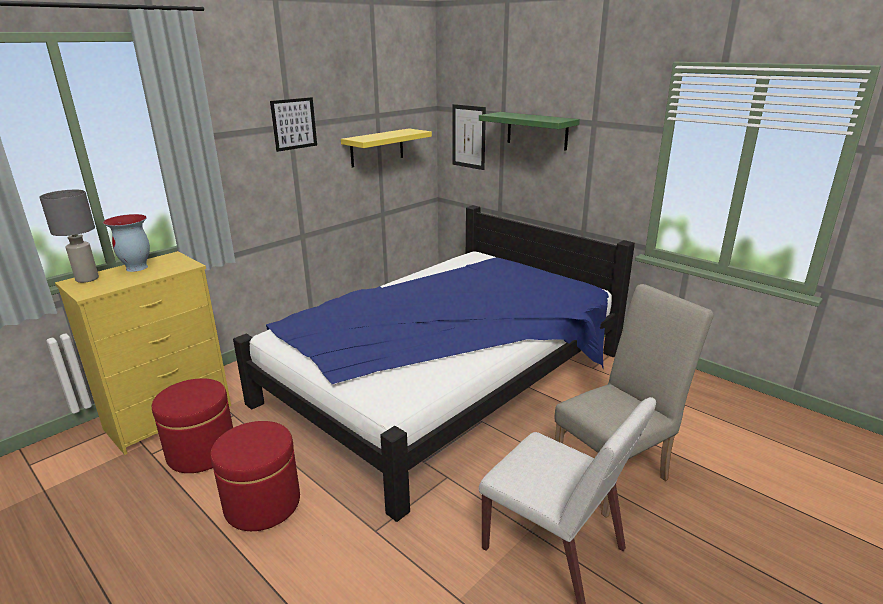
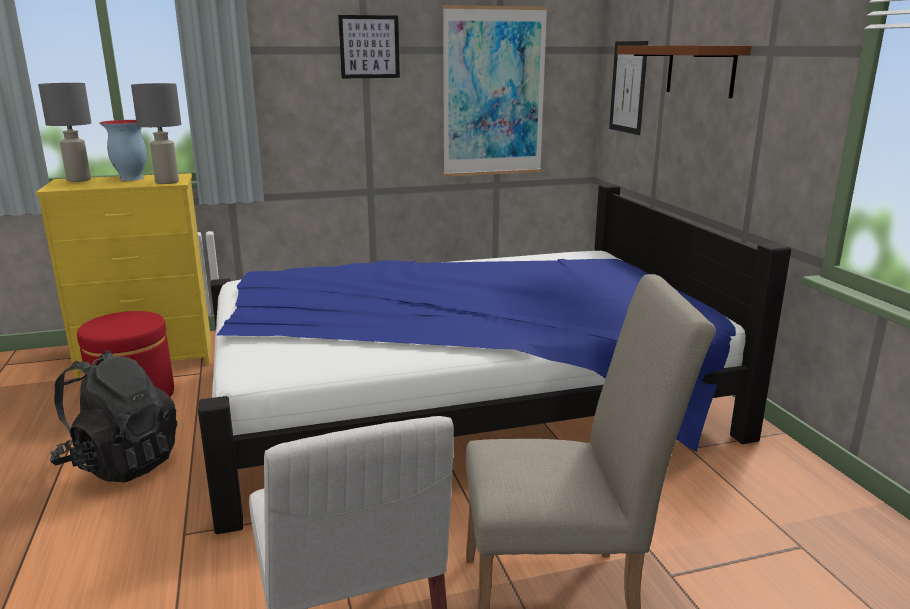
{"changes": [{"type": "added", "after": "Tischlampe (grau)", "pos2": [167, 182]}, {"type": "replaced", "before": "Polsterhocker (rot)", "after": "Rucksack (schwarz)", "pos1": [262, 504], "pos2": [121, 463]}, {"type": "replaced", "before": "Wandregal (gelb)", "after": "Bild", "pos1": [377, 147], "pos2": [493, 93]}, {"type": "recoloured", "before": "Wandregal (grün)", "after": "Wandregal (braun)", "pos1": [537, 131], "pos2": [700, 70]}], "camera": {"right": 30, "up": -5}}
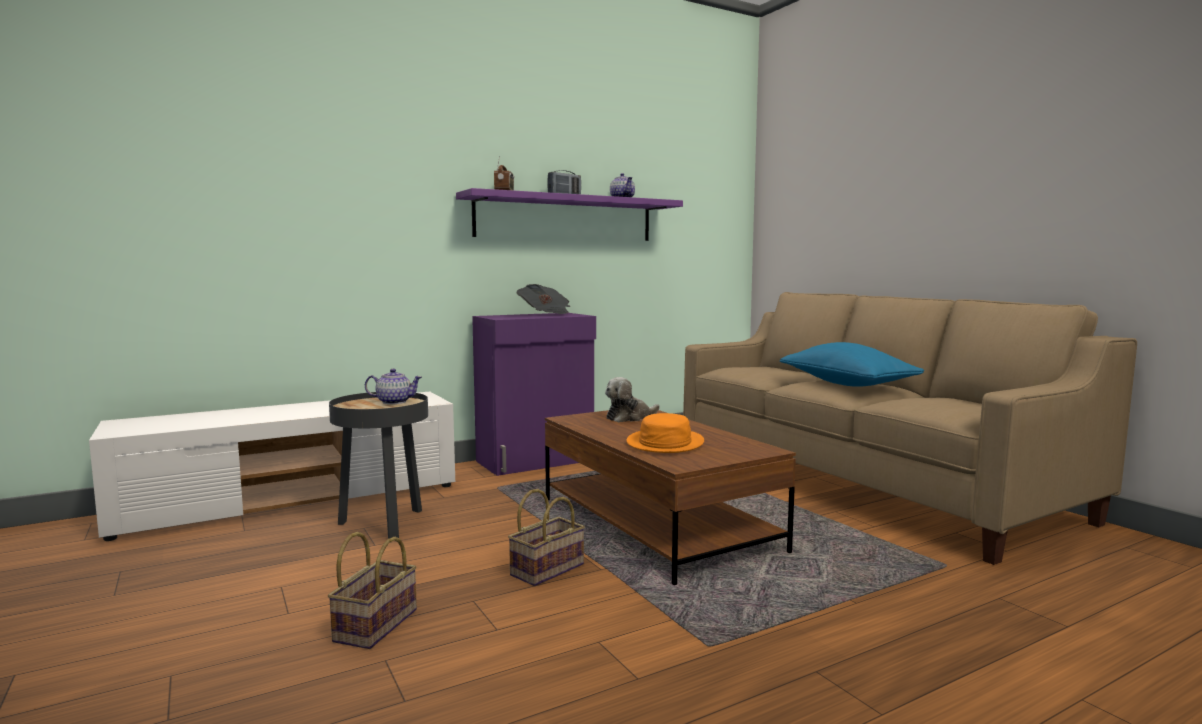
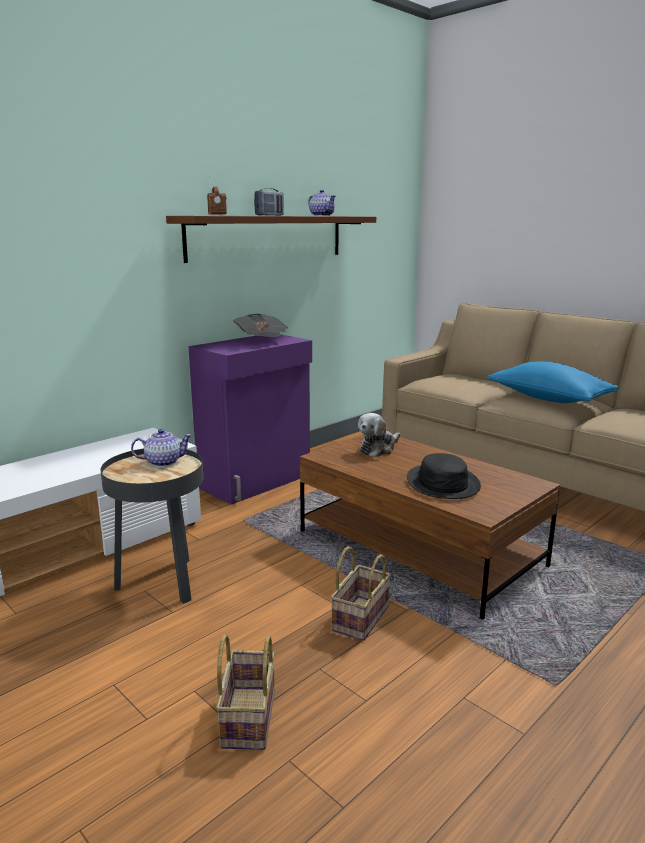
{"changes": [{"type": "recoloured", "before": "Wandregal (lila)", "after": "Wandregal (braun)", "pos1": [566, 218], "pos2": [268, 237]}, {"type": "recoloured", "before": "Hut (orange)", "after": "Hut (schwarz)", "pos1": [664, 443], "pos2": [442, 483]}], "camera": {"right": -15, "up": 10}}
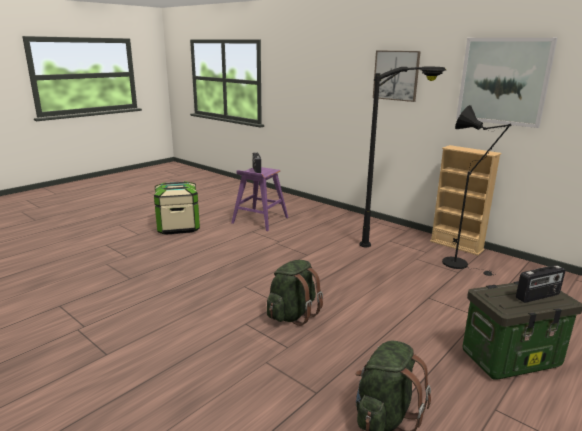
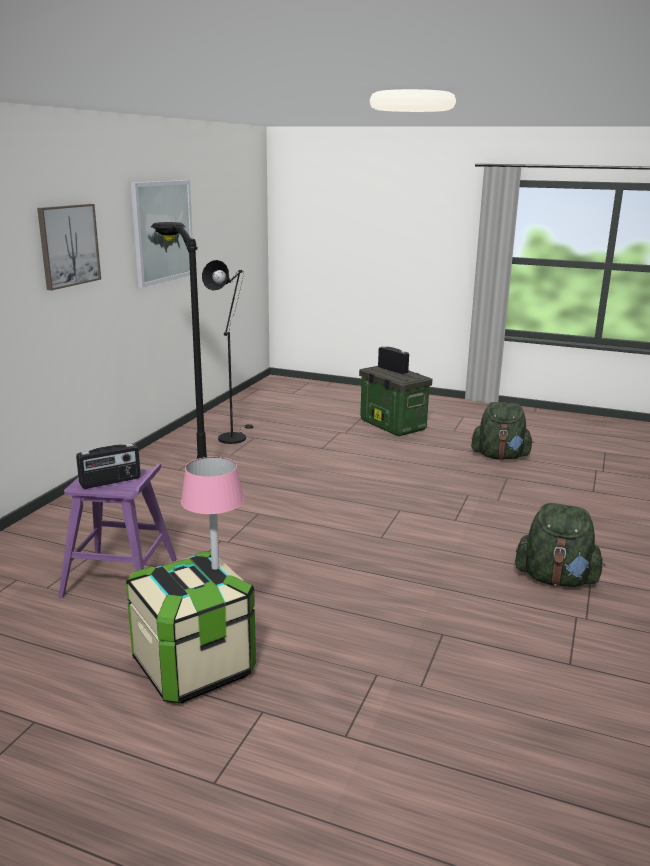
{"changes": [{"type": "removed", "before": "Bücherregal (beige)", "pos1": [456, 245]}, {"type": "added", "after": "Tischlampe (rosa)", "pos2": [215, 567]}, {"type": "moved", "before": "Rucksack (grün)", "pos1": [292, 315], "pos2": [556, 579]}], "camera": {"right": -110, "up": 0}}
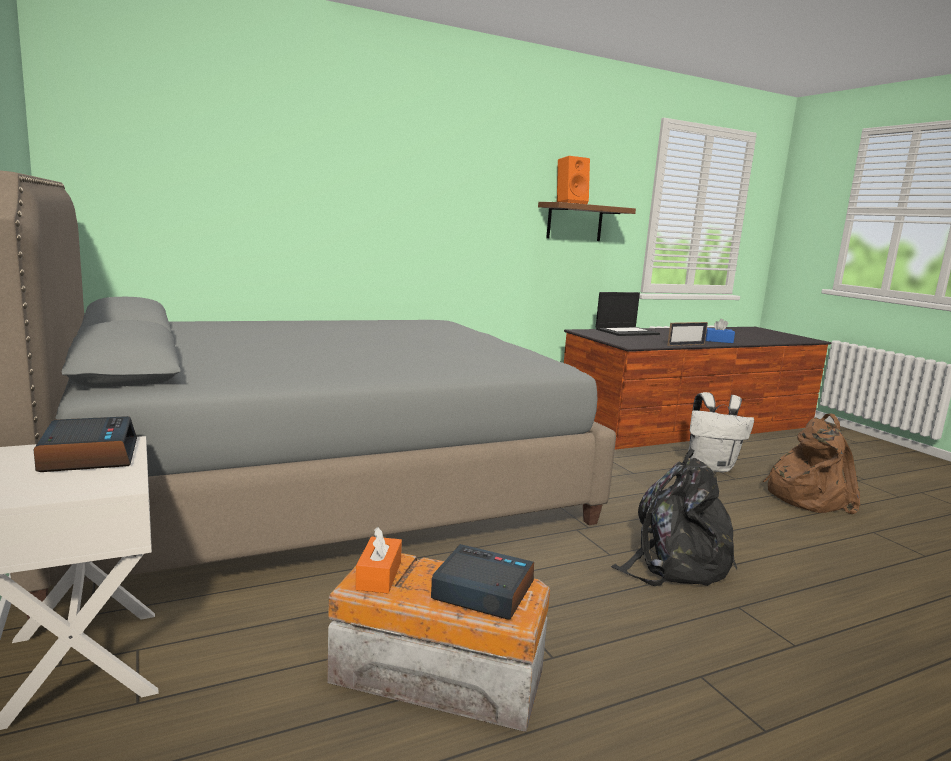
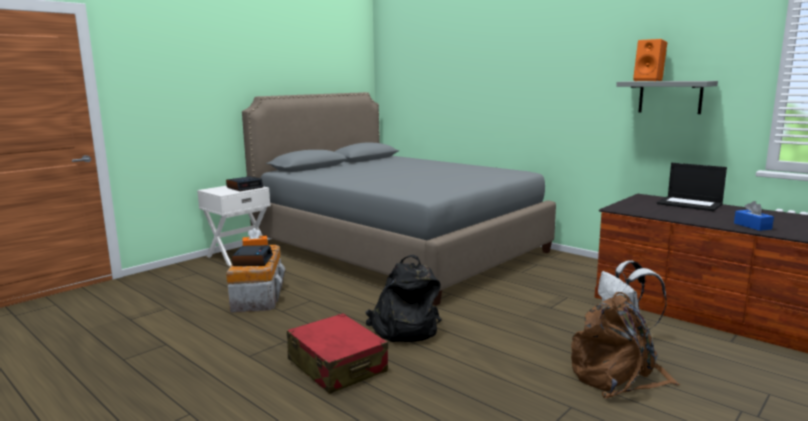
{"changes": [{"type": "removed", "before": "Bilderrahmen", "pos1": [686, 345]}, {"type": "added", "after": "Koffer (rot)", "pos2": [337, 366]}, {"type": "recoloured", "before": "Wandregal (braun)", "after": "Wandregal (grau)", "pos1": [574, 222], "pos2": [670, 97]}], "camera": {"right": 70, "up": 0}}
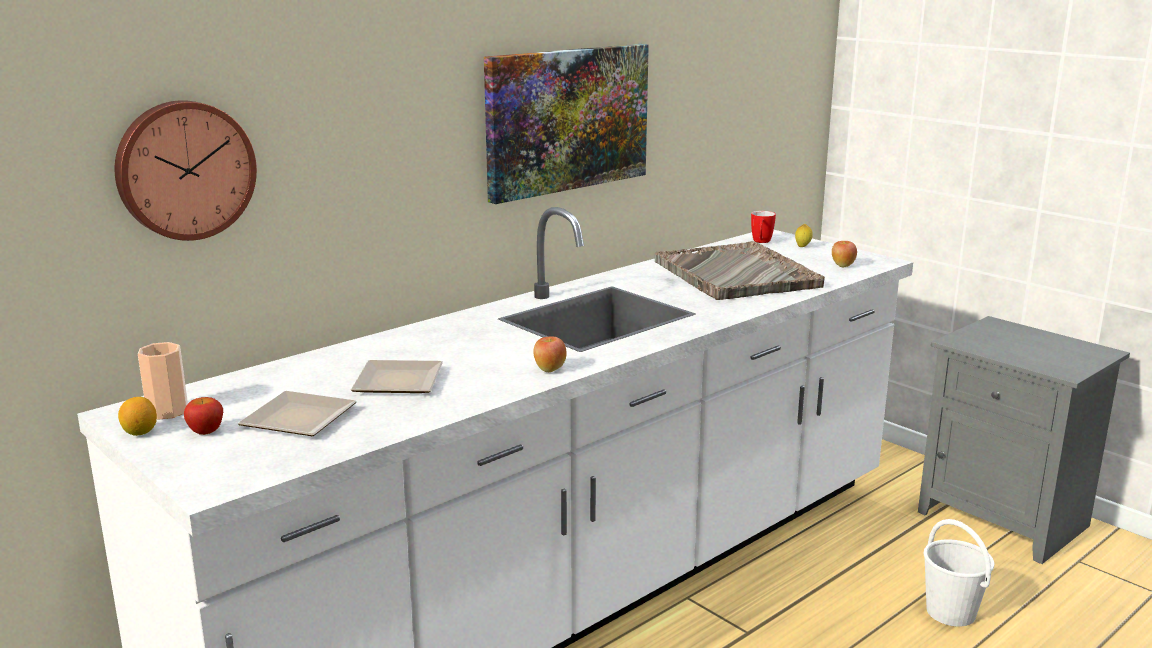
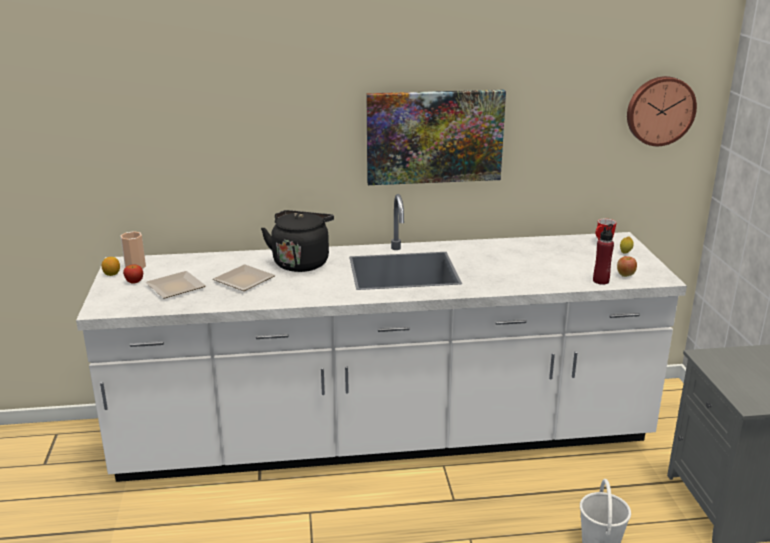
{"changes": [{"type": "removed", "before": "Apfel", "pos1": [549, 369]}, {"type": "removed", "before": "Tablett (grau)", "pos1": [736, 274]}, {"type": "added", "after": "Wasserkessel (schwarz)", "pos2": [301, 262]}, {"type": "added", "after": "Flasche (rot)", "pos2": [601, 281]}, {"type": "moved", "before": "Wanduhr", "pos1": [184, 169], "pos2": [659, 110]}], "camera": {"right": 35, "up": 5}}
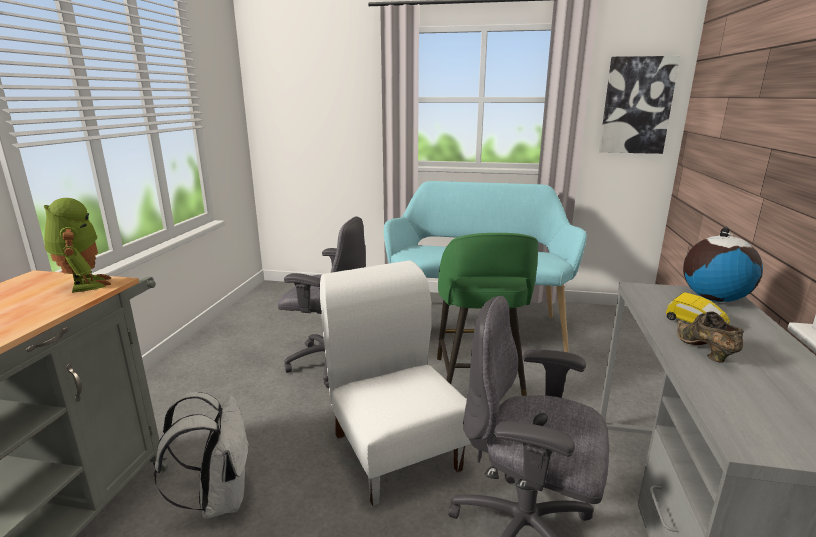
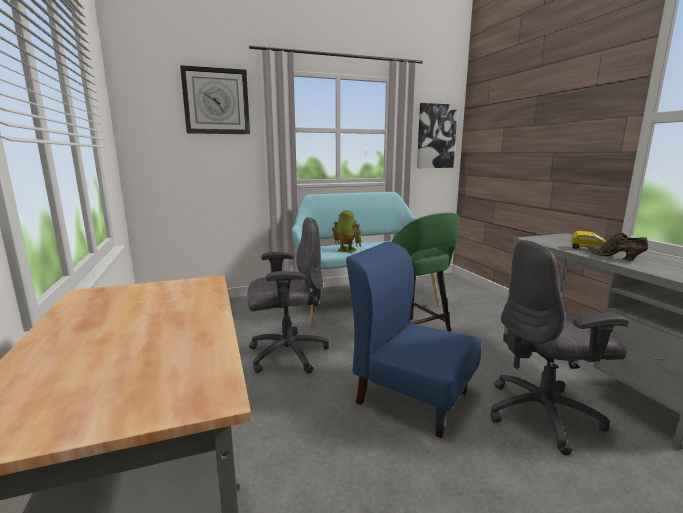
{"changes": [{"type": "removed", "before": "Rucksack (weiß)", "pos1": [219, 498]}, {"type": "removed", "before": "Globus", "pos1": [713, 298]}, {"type": "added", "after": "Wanduhr", "pos2": [216, 101]}, {"type": "moved", "before": "Spielzeugroboter", "pos1": [84, 285], "pos2": [346, 250]}, {"type": "recoloured", "before": "Stuhl (weiß)", "after": "Stuhl (blau)", "pos1": [396, 450], "pos2": [411, 397]}], "camera": {"right": -30, "up": -5}}
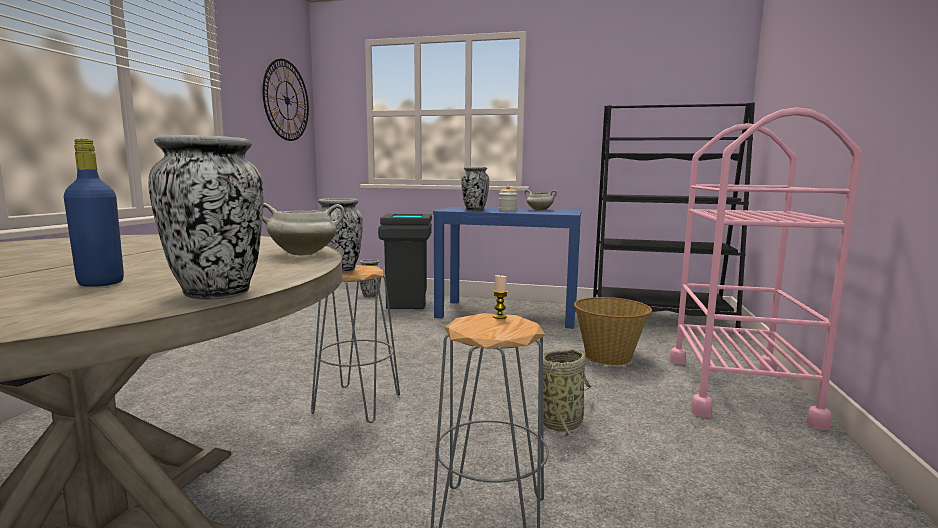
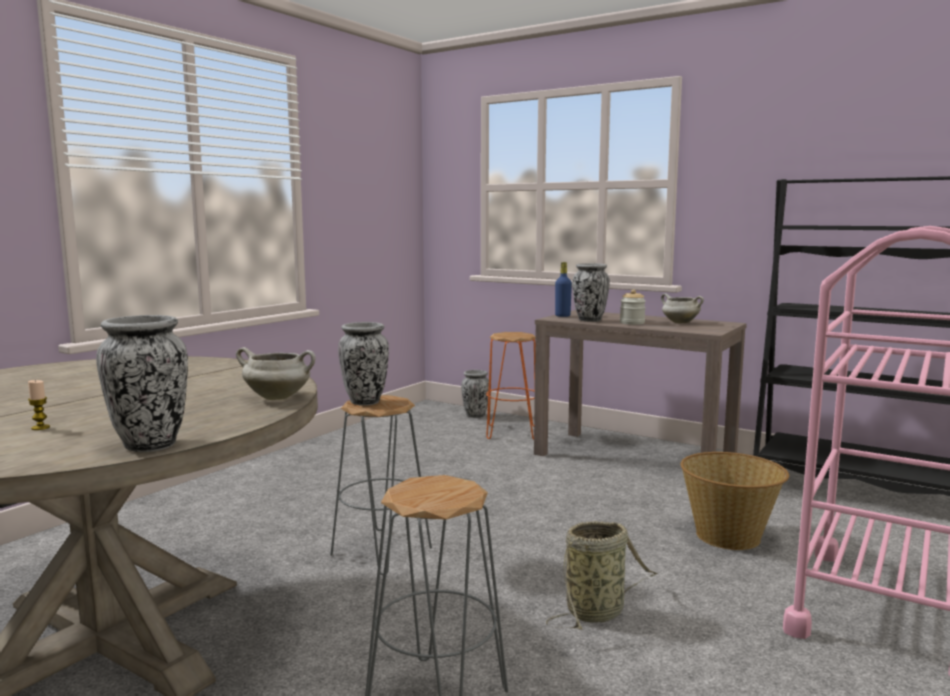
{"changes": [{"type": "removed", "before": "Wanduhr", "pos1": [286, 100]}, {"type": "moved", "before": "Flasche (blau)", "pos1": [101, 283], "pos2": [562, 316]}, {"type": "moved", "before": "Kerze", "pos1": [499, 316], "pos2": [40, 427]}, {"type": "replaced", "before": "Mülleimer (grau)", "after": "Hocker (orange)", "pos1": [407, 304], "pos2": [512, 432]}, {"type": "recoloured", "before": "Konsolentisch (blau)", "after": "Konsolentisch (braun)", "pos1": [508, 313], "pos2": [634, 458]}], "camera": {"right": 20, "up": 0}}
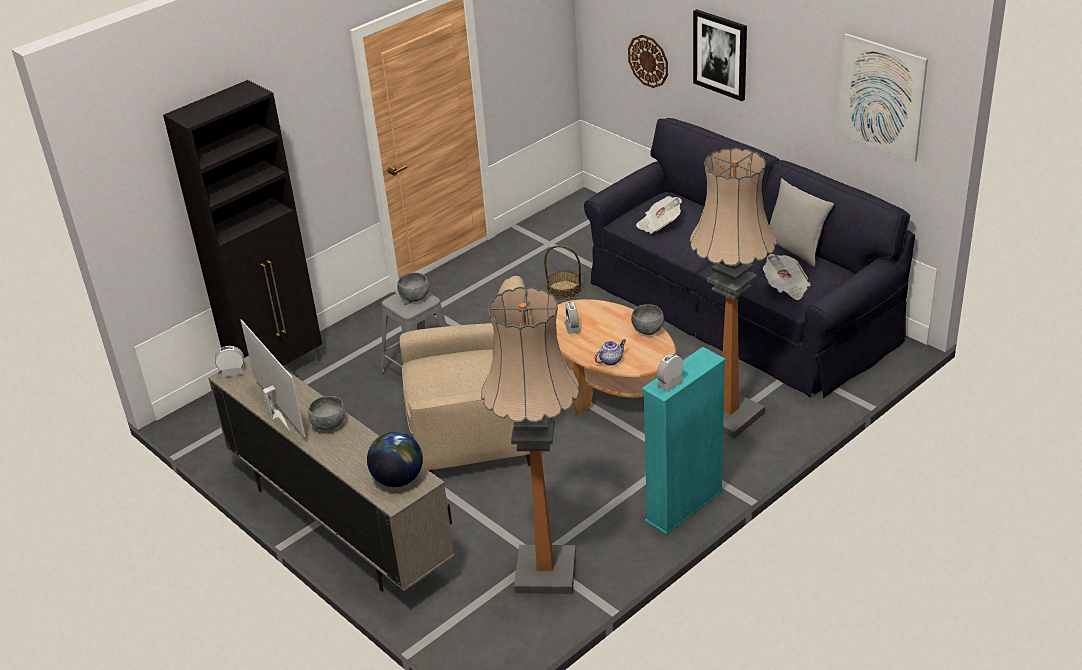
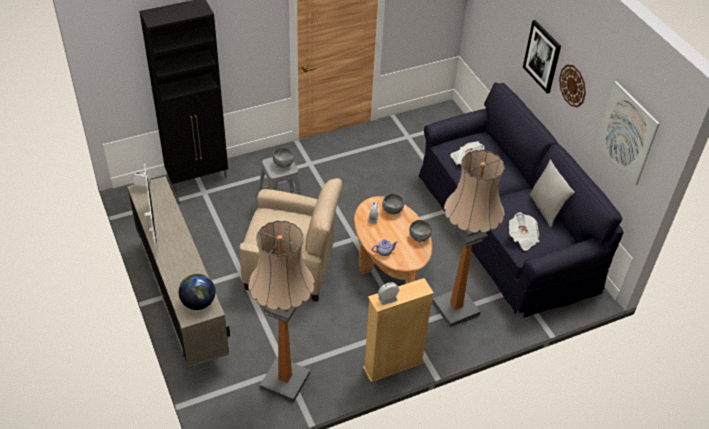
{"changes": [{"type": "removed", "before": "Korb", "pos1": [564, 290]}, {"type": "moved", "before": "Schüssel (grau)", "pos1": [328, 425], "pos2": [392, 210]}, {"type": "moved", "before": "Wanduhr", "pos1": [648, 61], "pos2": [573, 85]}, {"type": "recoloured", "before": "Bücherregal (türkis)", "after": "Bücherregal (beige)", "pos1": [684, 506], "pos2": [393, 365]}], "camera": {"right": 15, "up": 10}}
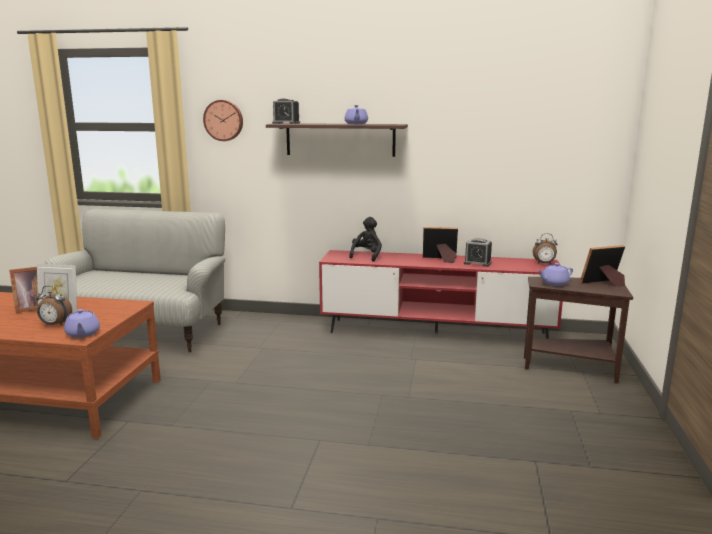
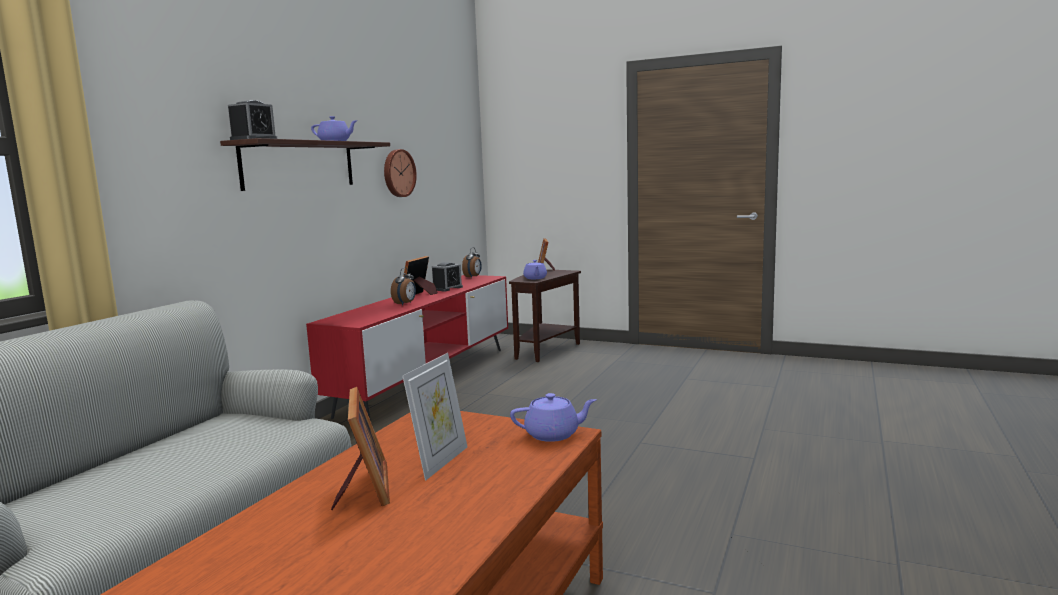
{"changes": [{"type": "removed", "before": "Plüschtier (schwarz)", "pos1": [366, 256]}, {"type": "moved", "before": "Wecker", "pos1": [55, 325], "pos2": [405, 304]}, {"type": "moved", "before": "Wanduhr", "pos1": [224, 120], "pos2": [398, 173]}], "camera": {"right": -75, "up": -5}}
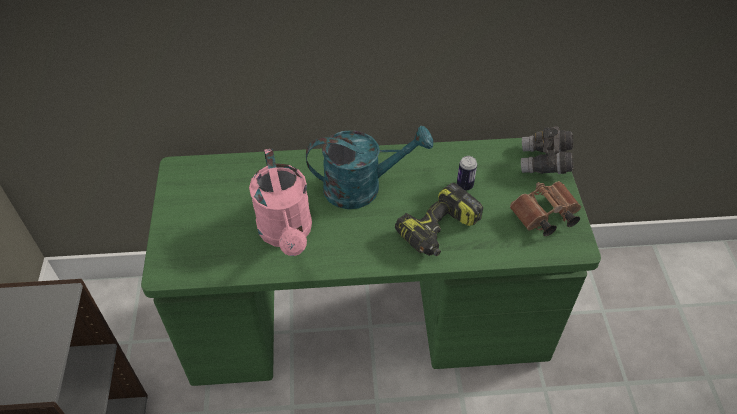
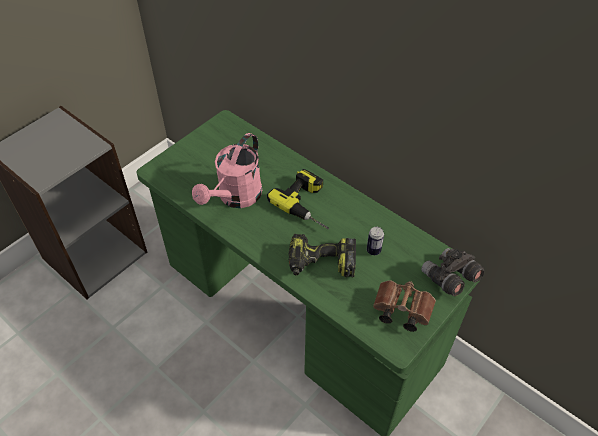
{"changes": [{"type": "replaced", "before": "Gießkanne (türkis)", "after": "Bohrmaschine", "pos1": [363, 187], "pos2": [309, 204]}], "camera": {"right": 45, "up": 0}}
